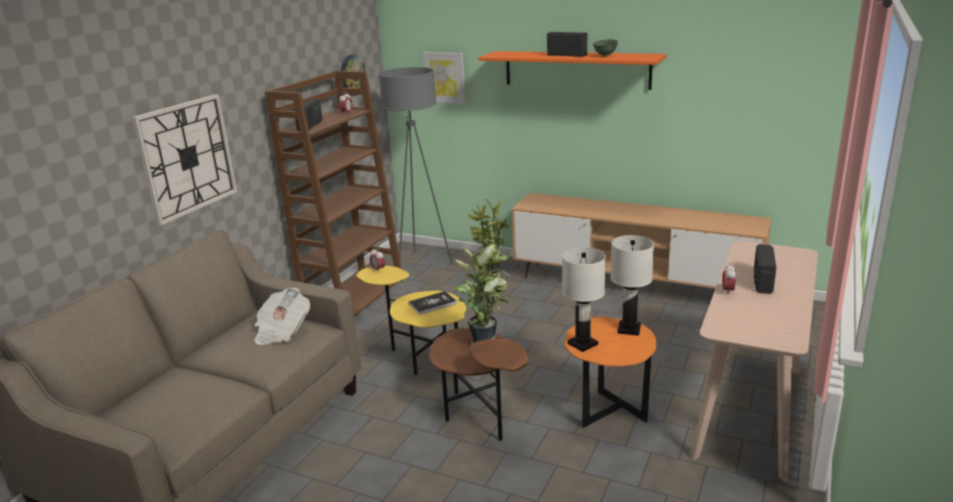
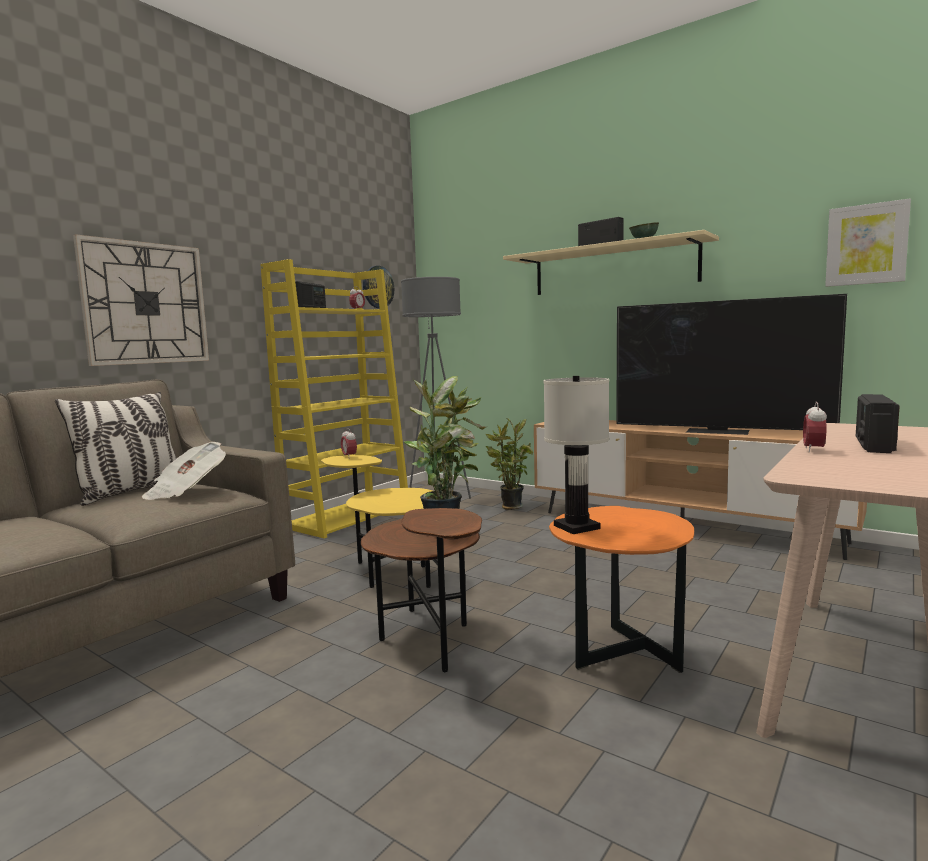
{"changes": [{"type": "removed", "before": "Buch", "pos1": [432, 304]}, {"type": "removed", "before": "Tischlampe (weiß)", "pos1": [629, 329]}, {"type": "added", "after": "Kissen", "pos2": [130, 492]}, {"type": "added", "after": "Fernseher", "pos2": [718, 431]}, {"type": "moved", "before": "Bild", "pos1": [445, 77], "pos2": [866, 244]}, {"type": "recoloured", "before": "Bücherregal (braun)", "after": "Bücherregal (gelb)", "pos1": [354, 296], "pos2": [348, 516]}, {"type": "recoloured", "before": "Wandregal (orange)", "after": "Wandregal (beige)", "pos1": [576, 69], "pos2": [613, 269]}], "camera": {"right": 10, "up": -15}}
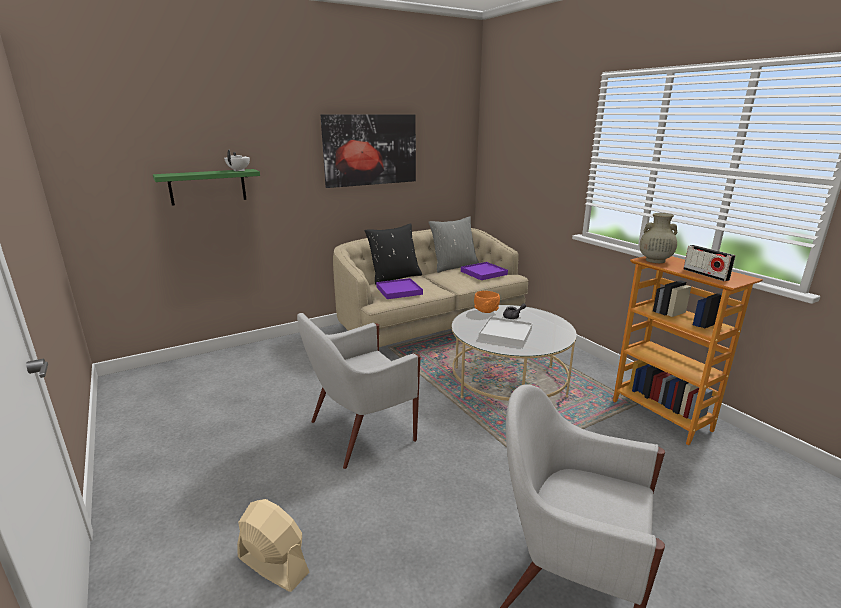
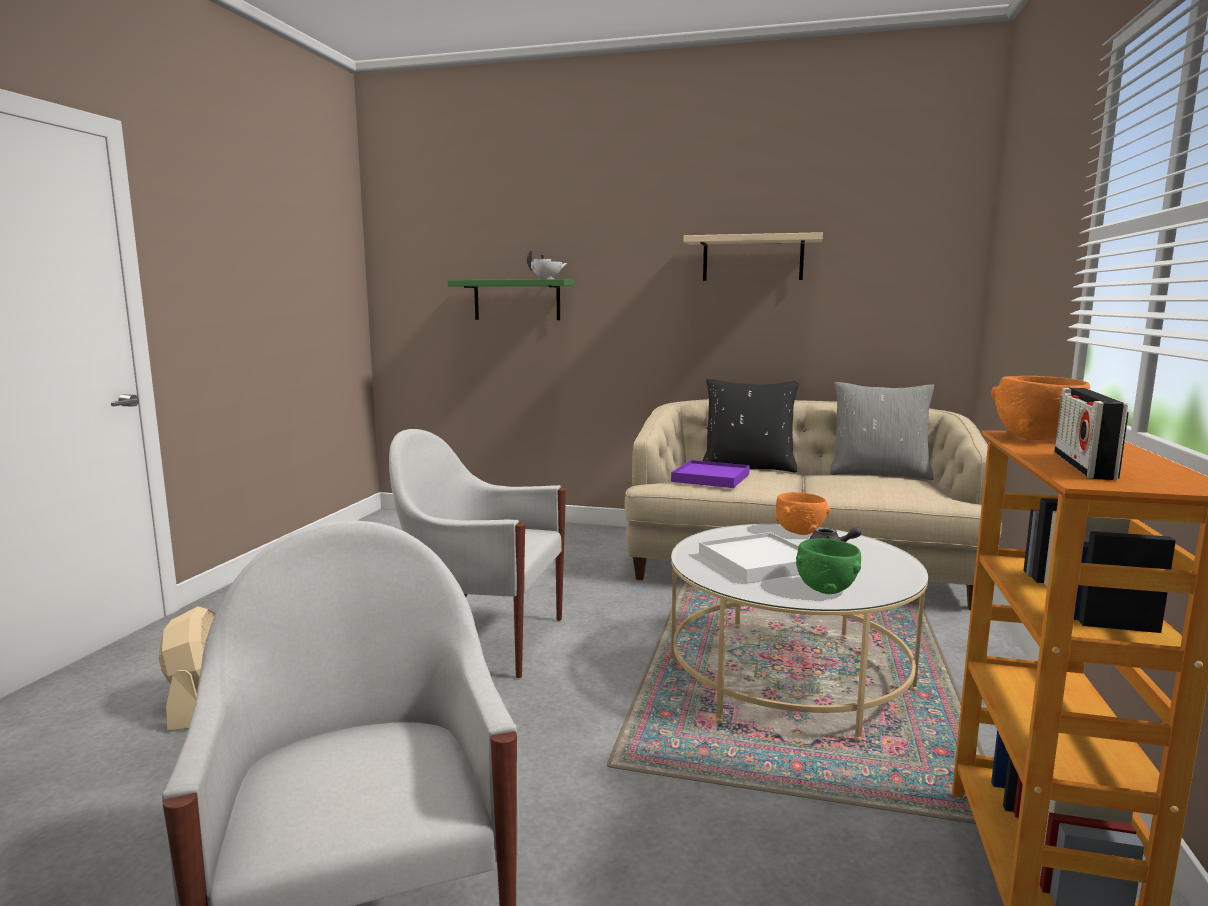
{"changes": [{"type": "removed", "before": "Tablett (lila)", "pos1": [483, 273]}, {"type": "added", "after": "Schüssel (grün)", "pos2": [826, 589]}, {"type": "replaced", "before": "Bild", "after": "Wandregal (beige)", "pos1": [370, 150], "pos2": [752, 258]}, {"type": "replaced", "before": "Vase (beige)", "after": "Schüssel (orange)", "pos1": [654, 260], "pos2": [1036, 438]}], "camera": {"right": 45, "up": -10}}
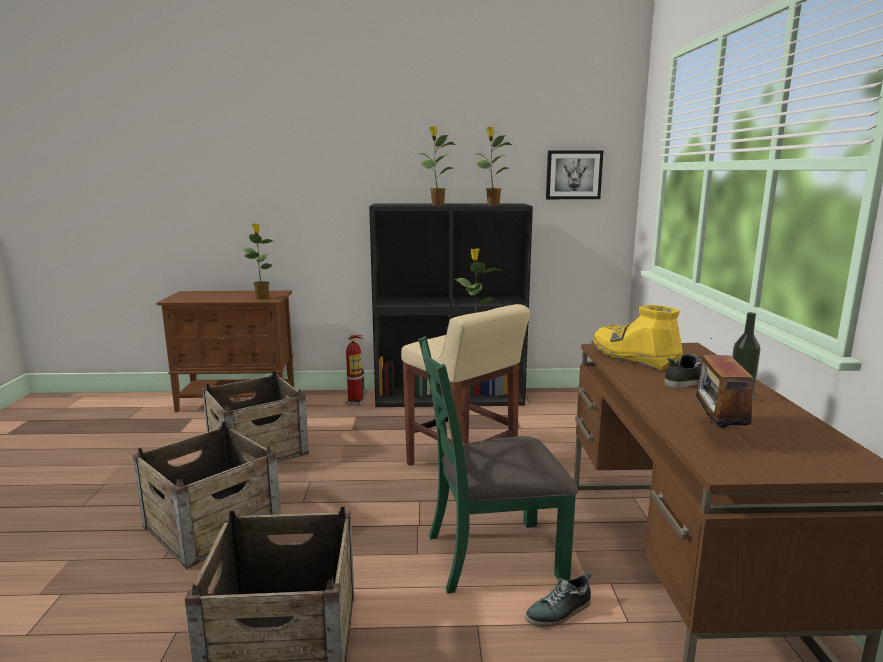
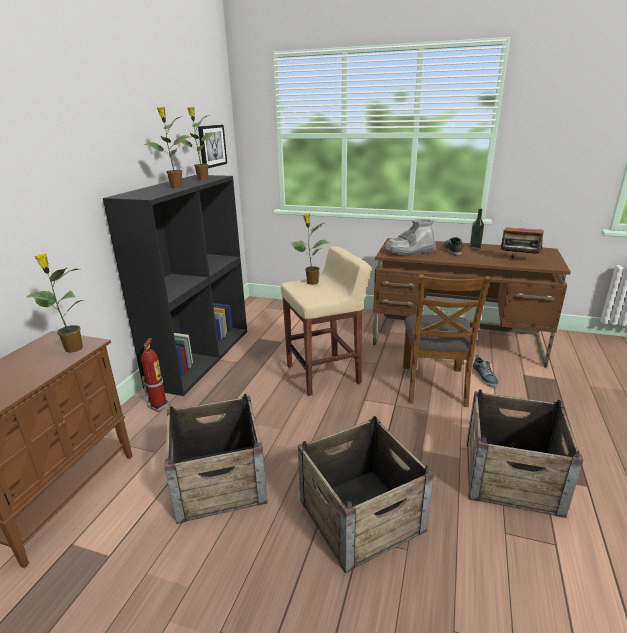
{"changes": [{"type": "recoloured", "before": "Stuhl (grün)", "after": "Stuhl (braun)", "pos1": [493, 555], "pos2": [434, 385]}, {"type": "recoloured", "before": "Stiefel (gelb)", "after": "Stiefel (grau)", "pos1": [634, 358], "pos2": [409, 252]}], "camera": {"right": -70, "up": 10}}
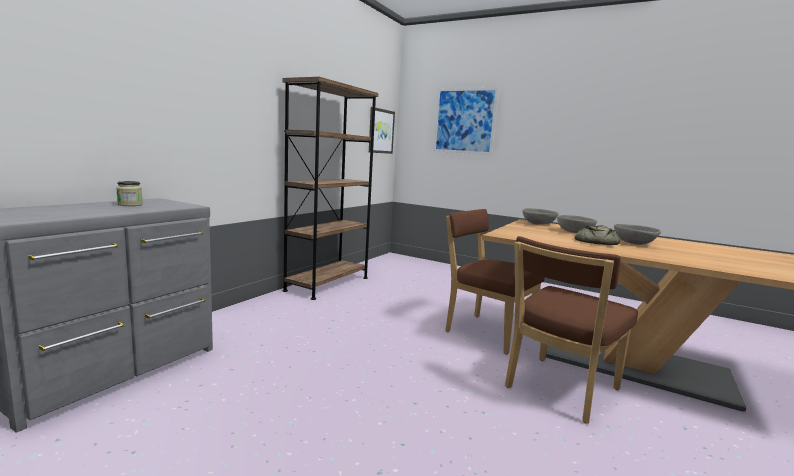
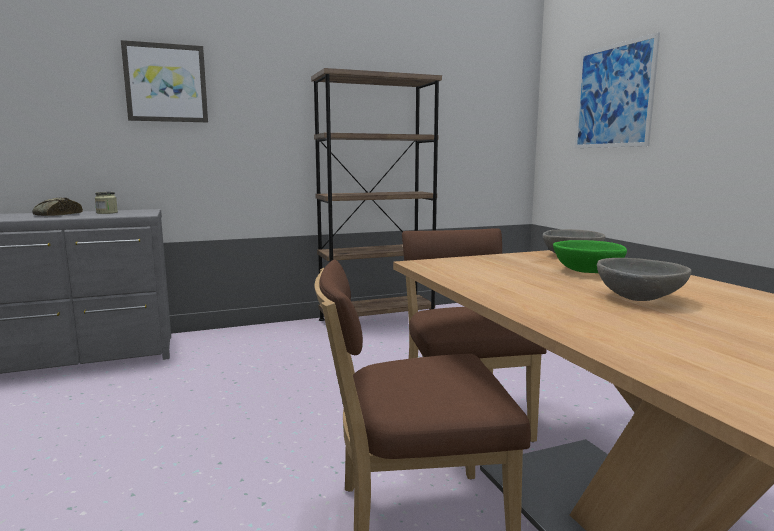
{"changes": [{"type": "moved", "before": "Bild", "pos1": [380, 131], "pos2": [166, 83]}, {"type": "moved", "before": "Brot", "pos1": [595, 242], "pos2": [56, 215]}, {"type": "recoloured", "before": "Schüssel (grau)", "after": "Schüssel (grün)", "pos1": [575, 232], "pos2": [588, 271]}], "camera": {"right": 40, "up": 0}}
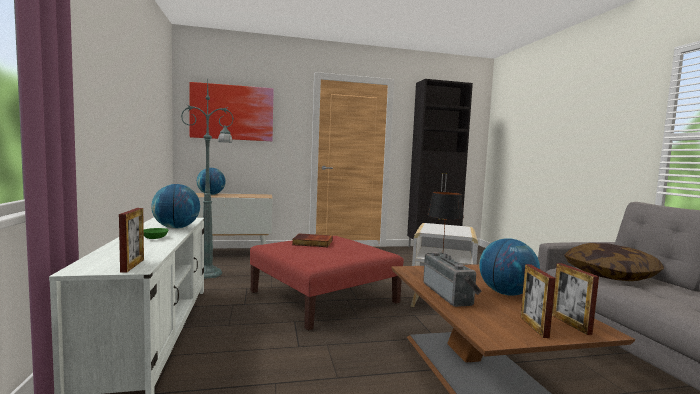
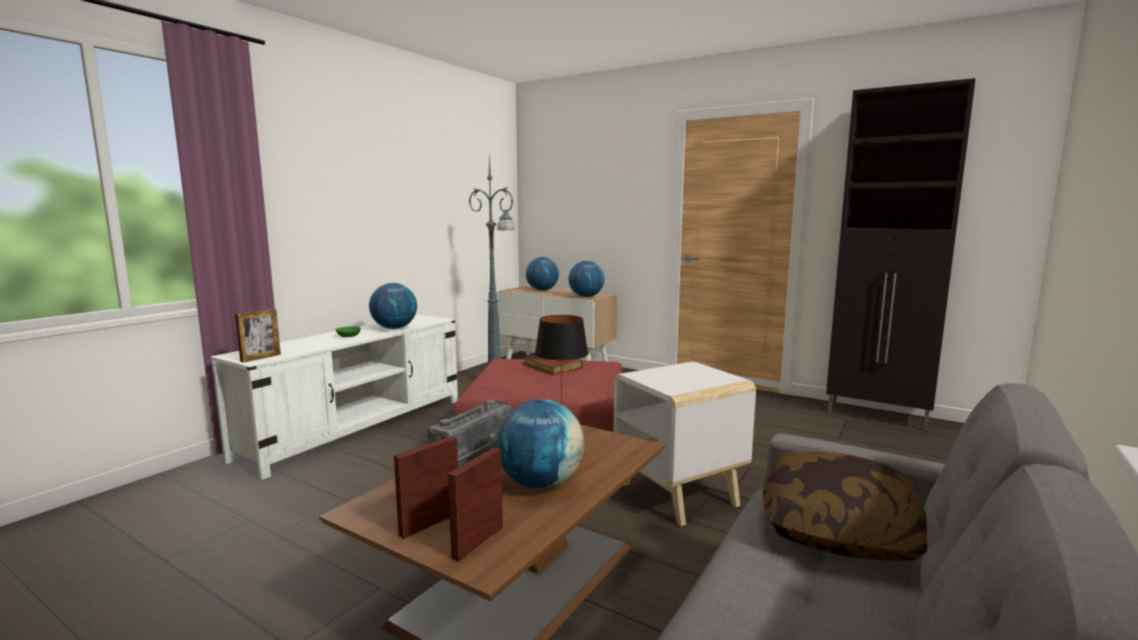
{"changes": [{"type": "removed", "before": "Bild", "pos1": [232, 112]}, {"type": "added", "after": "Globus", "pos2": [586, 296]}], "camera": {"right": 45, "up": 5}}
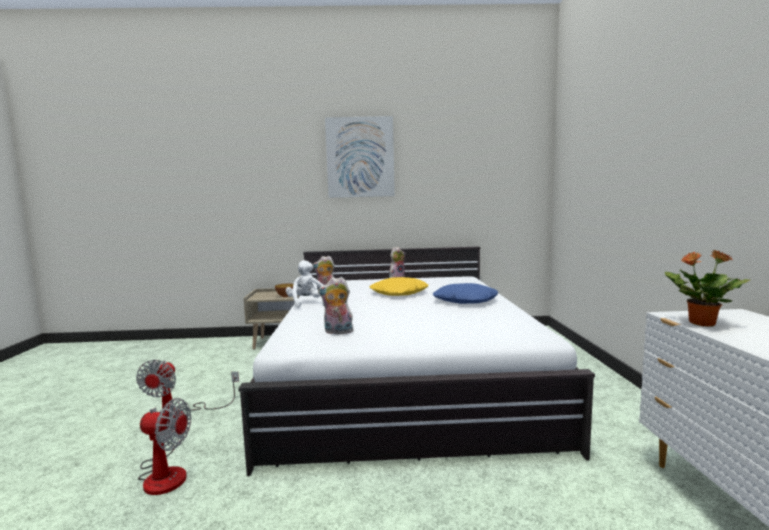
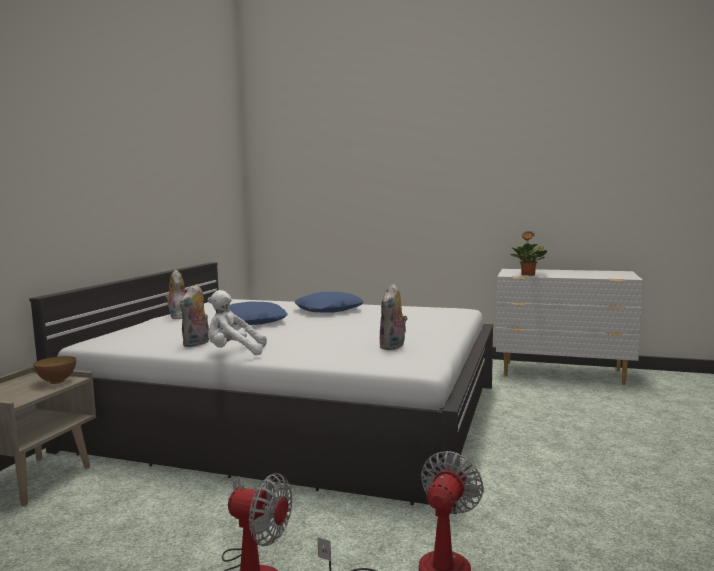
{"changes": [{"type": "removed", "before": "Bild", "pos1": [360, 157]}, {"type": "recoloured", "before": "Kissen (gelb)", "after": "Kissen (blau)", "pos1": [399, 293], "pos2": [253, 321]}], "camera": {"right": -70, "up": 0}}
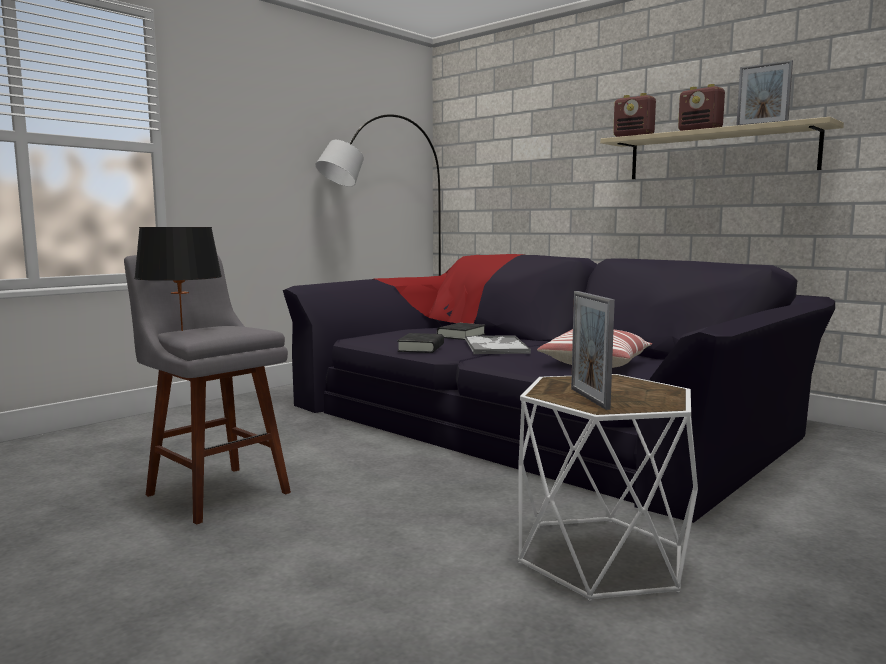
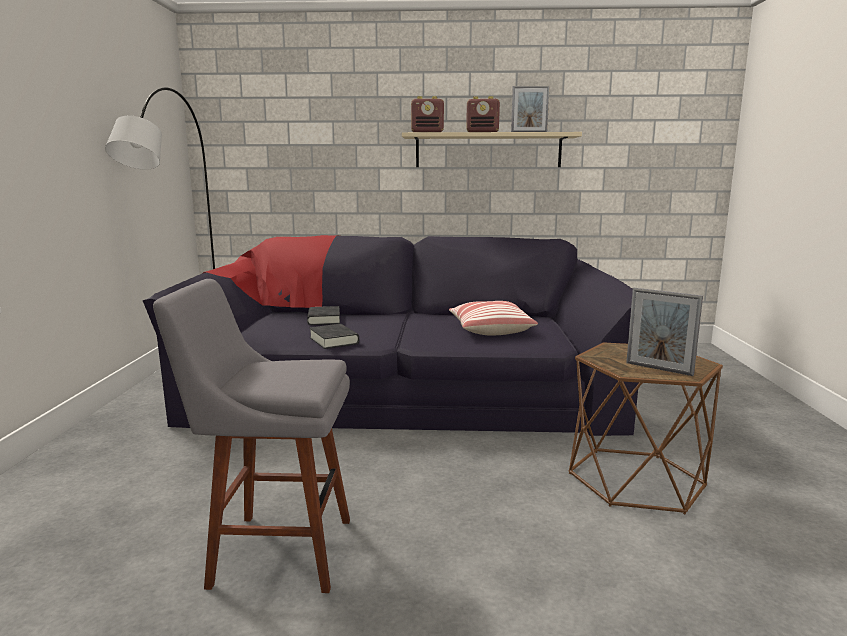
{"changes": [{"type": "removed", "before": "Tischlampe (schwarz)", "pos1": [181, 330]}, {"type": "removed", "before": "Tablett", "pos1": [495, 346]}, {"type": "recoloured", "before": "Beistelltisch (weiß)", "after": "Beistelltisch (braun)", "pos1": [600, 557], "pos2": [635, 480]}], "camera": {"right": -40, "up": 5}}
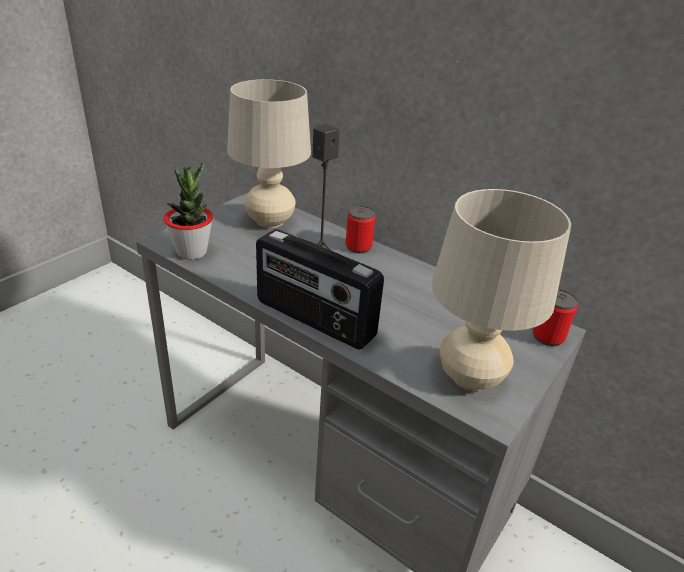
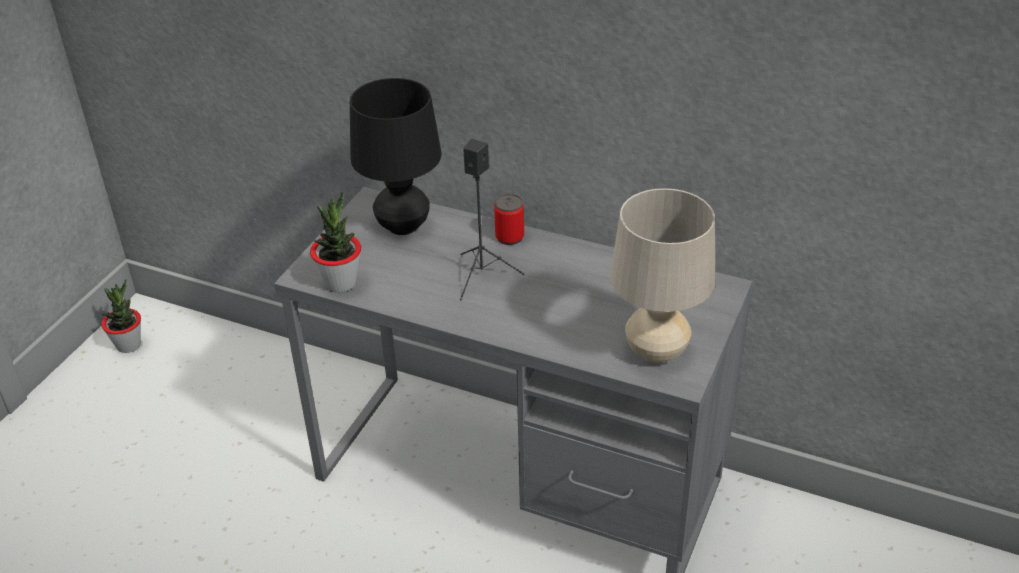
{"changes": [{"type": "removed", "before": "Radio", "pos1": [314, 320]}, {"type": "removed", "before": "Dose", "pos1": [548, 337]}, {"type": "added", "after": "Topfpflanze", "pos2": [128, 345]}, {"type": "recoloured", "before": "Tischlampe (beige)", "after": "Tischlampe (schwarz)", "pos1": [269, 221], "pos2": [402, 226]}], "camera": {"right": -10, "up": 5}}
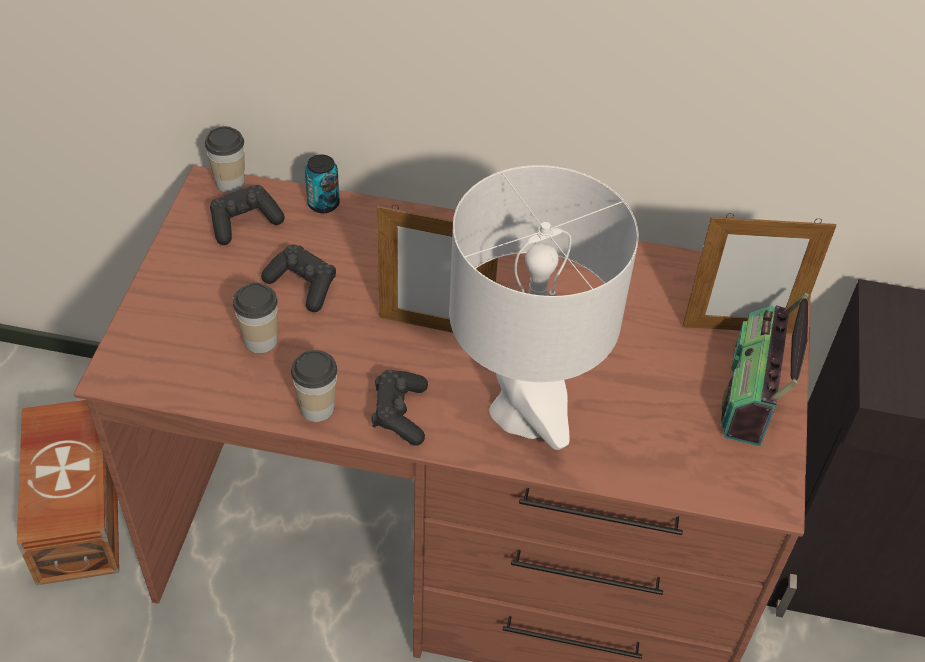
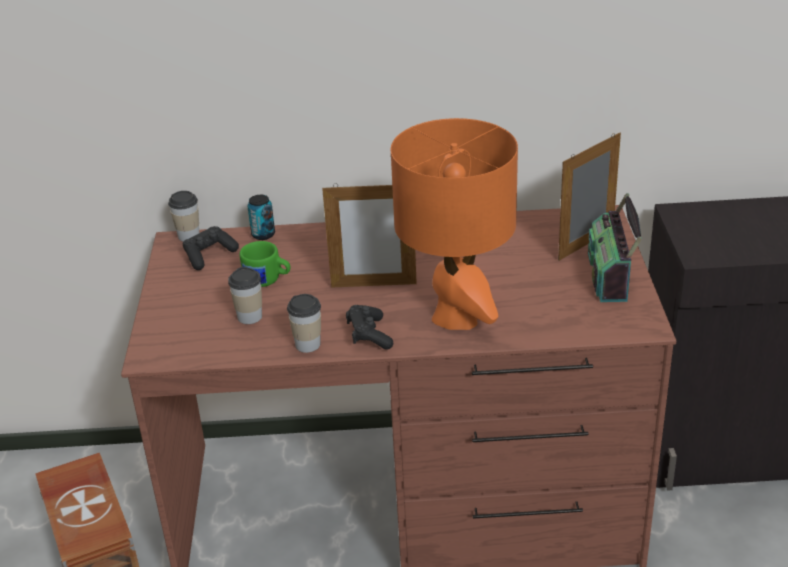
{"changes": [{"type": "replaced", "before": "Gamepad (schwarz)", "after": "Henkelbecher (grün)", "pos1": [303, 286], "pos2": [267, 281]}, {"type": "recoloured", "before": "Tischlampe (weiß)", "after": "Tischlampe (orange)", "pos1": [523, 413], "pos2": [456, 317]}, {"type": "turned", "before": "Bilderrahmen", "pos1": [739, 329], "pos2": [586, 244], "turn": 150}], "camera": {"right": -10, "up": -15}}
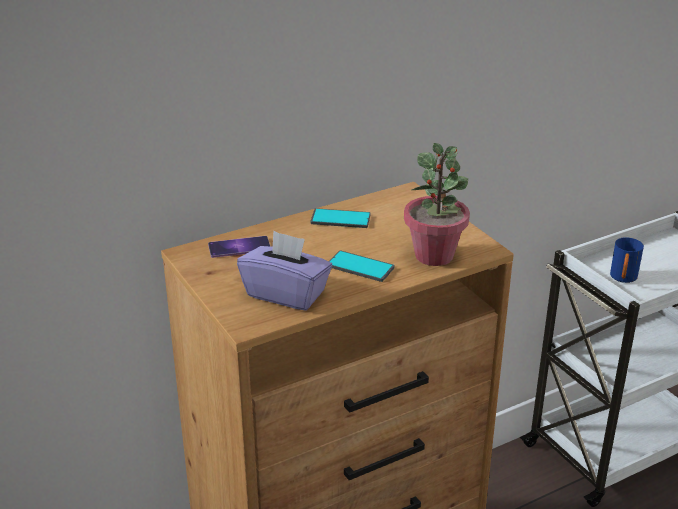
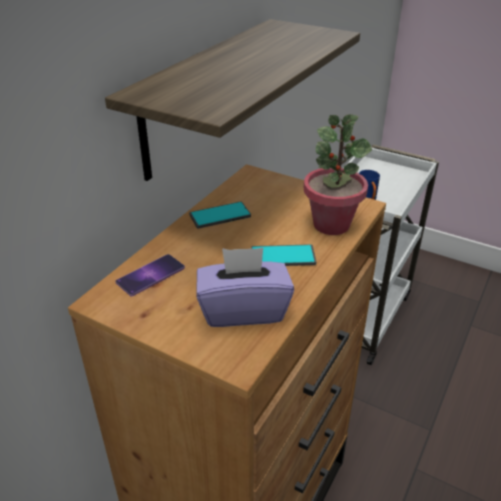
{"changes": [{"type": "added", "after": "Wandregal", "pos2": [203, 97]}], "camera": {"right": -30, "up": 5}}
